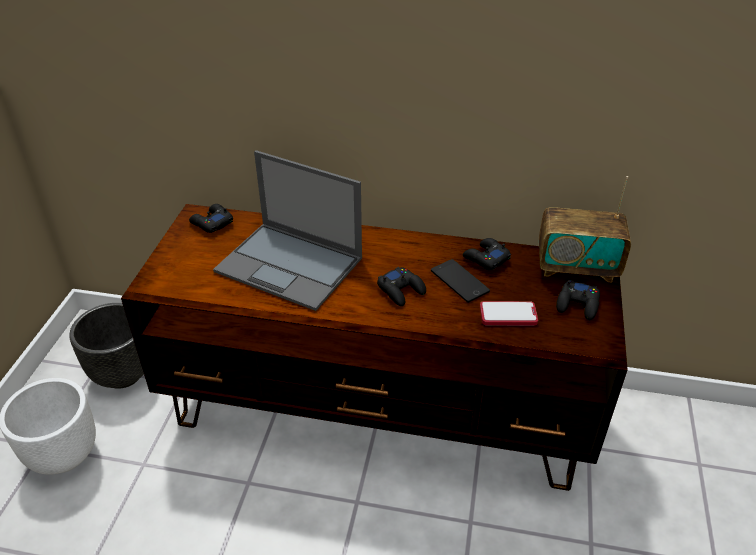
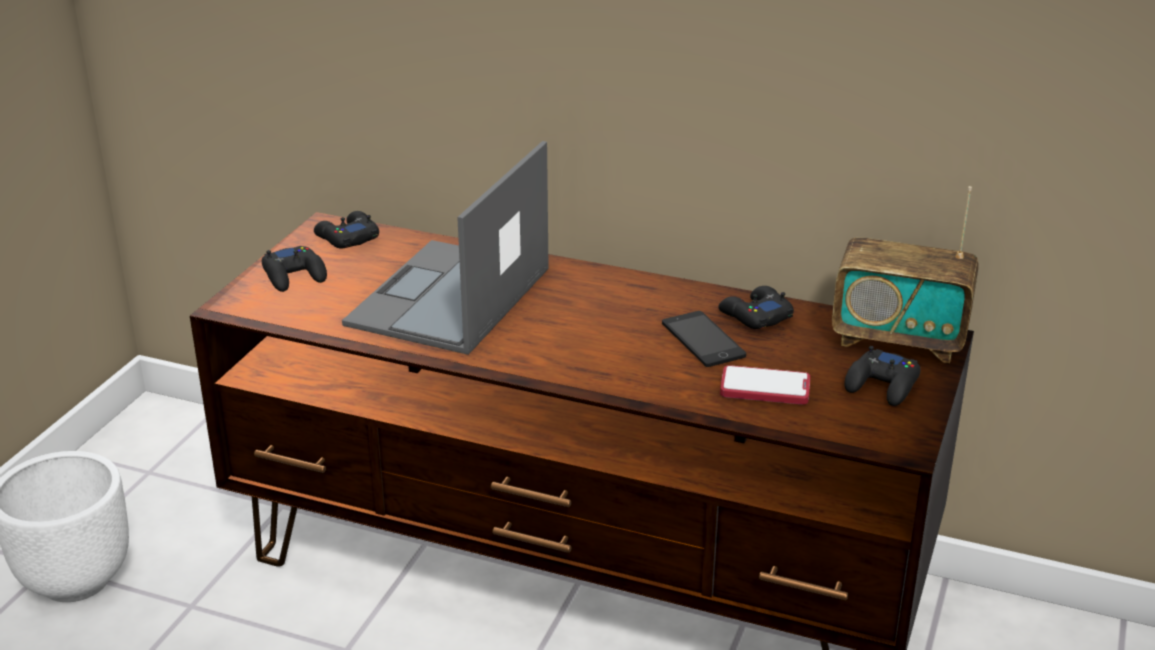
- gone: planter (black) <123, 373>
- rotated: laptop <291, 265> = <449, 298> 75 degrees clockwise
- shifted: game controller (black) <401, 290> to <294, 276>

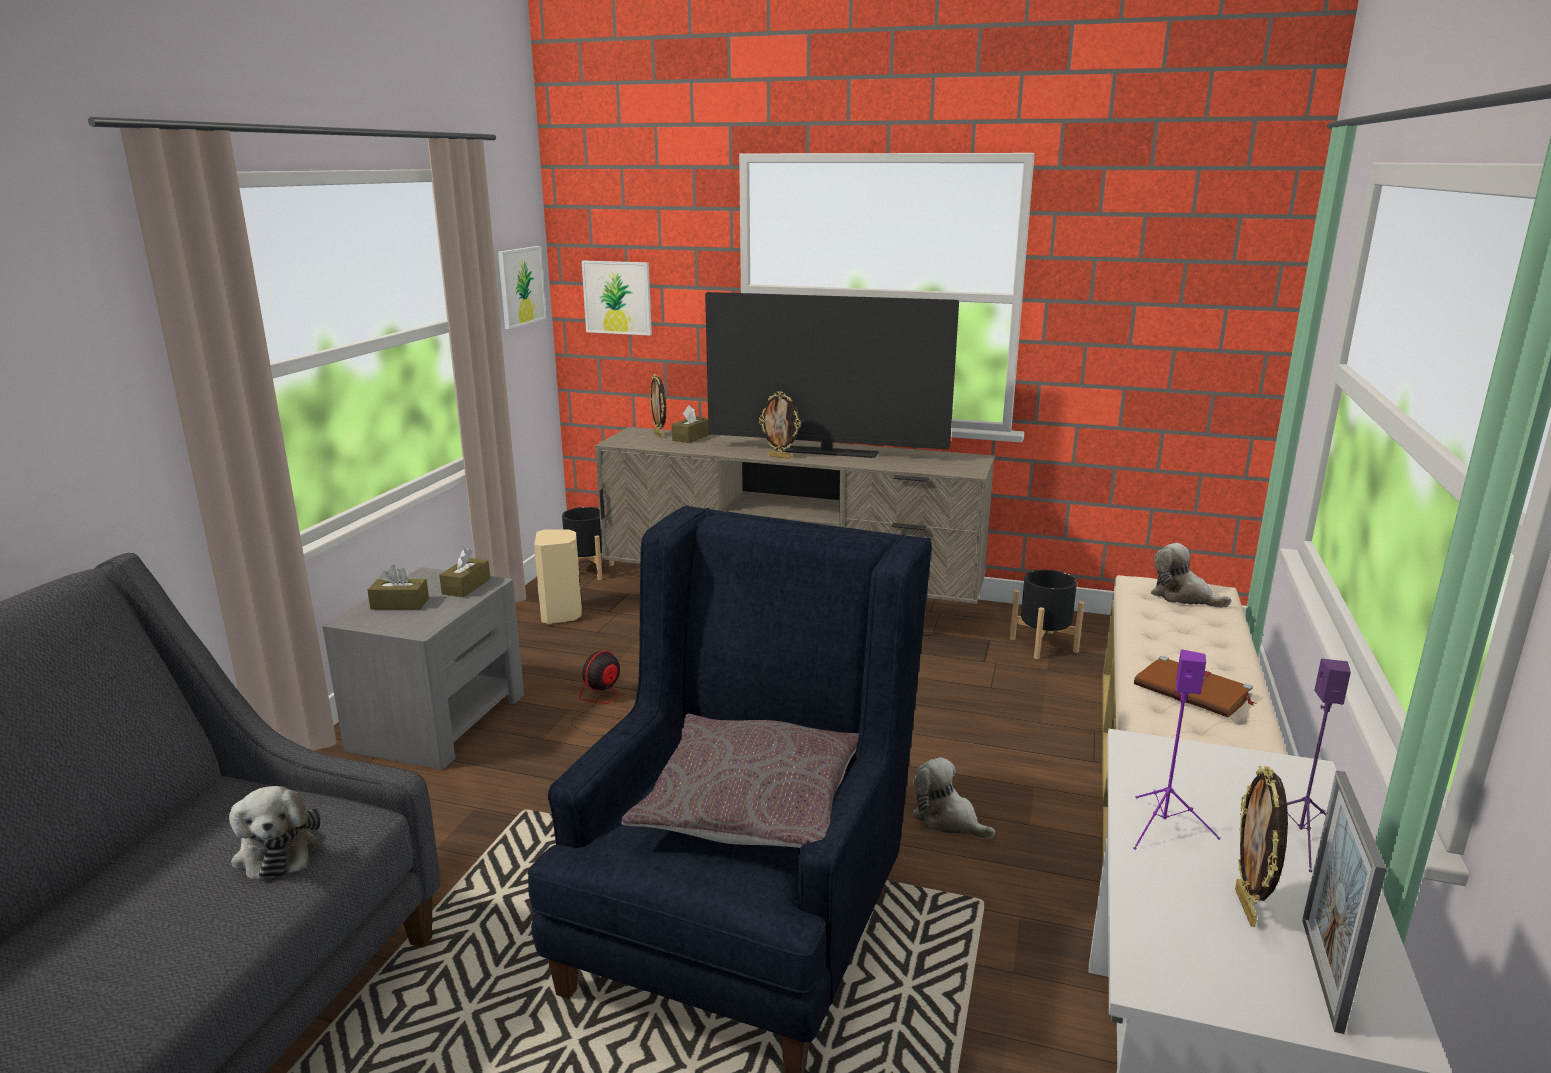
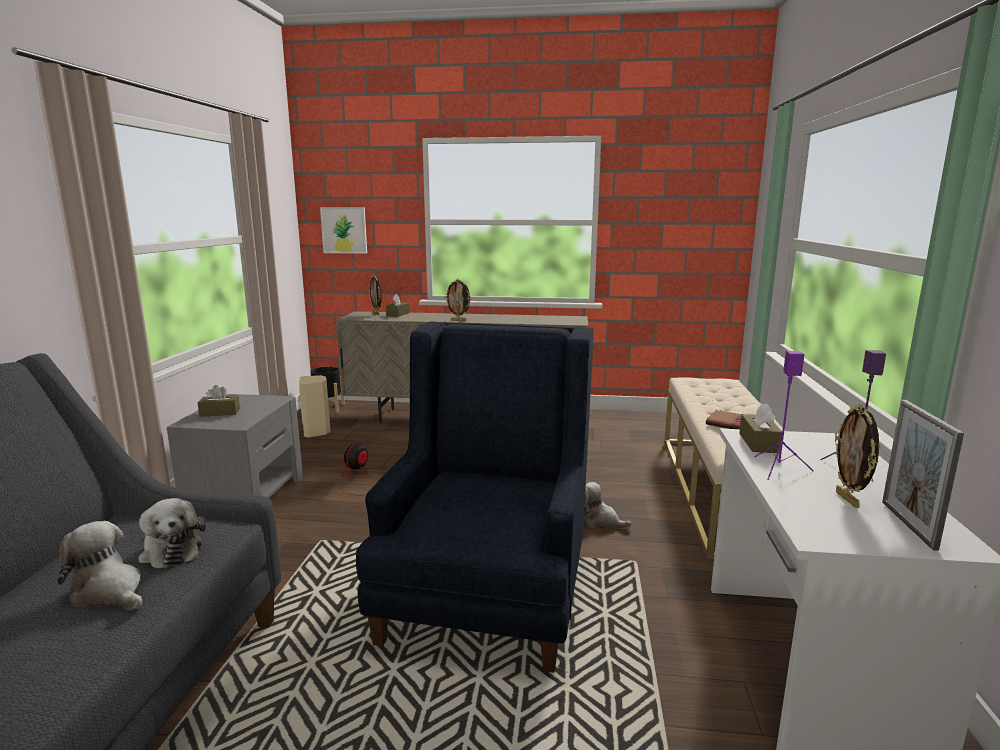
- shifted: tissue box (brown) <466, 586> to <759, 443>
- gone: picture <521, 286>
- gone: pillow (grey) <751, 803>
- gone: television <826, 452>
- gone: planter (black) <1043, 645>
- shifted: plush toy <1183, 597> to <109, 592>

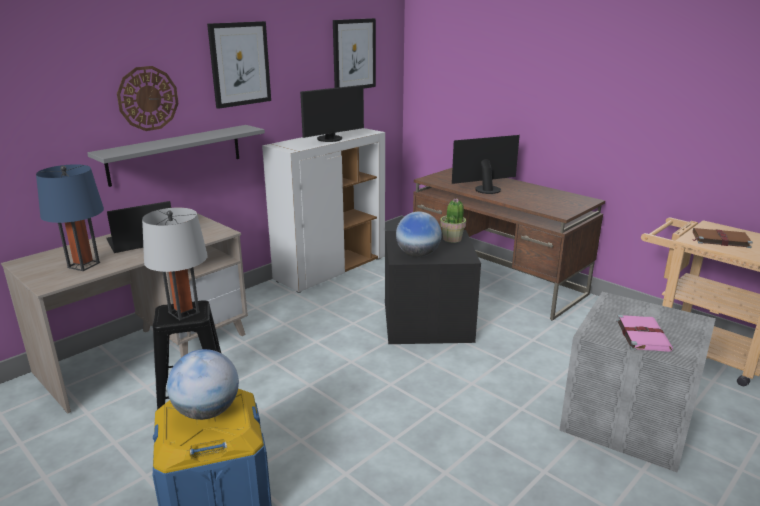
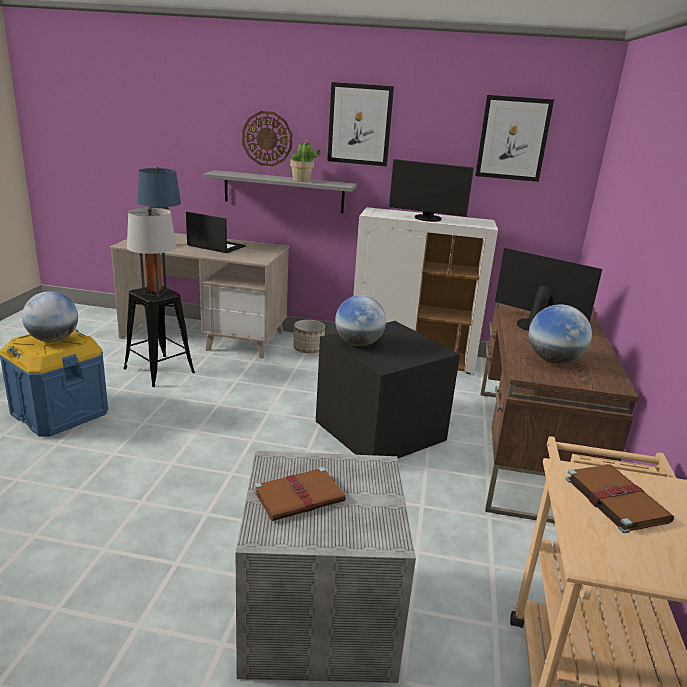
- shifted: potted plant <452, 239> to <301, 180>
- repainted: book (pink) <642, 335> to book (brown) <300, 496>
- new: planter <308, 349>
- new: globe <553, 361>

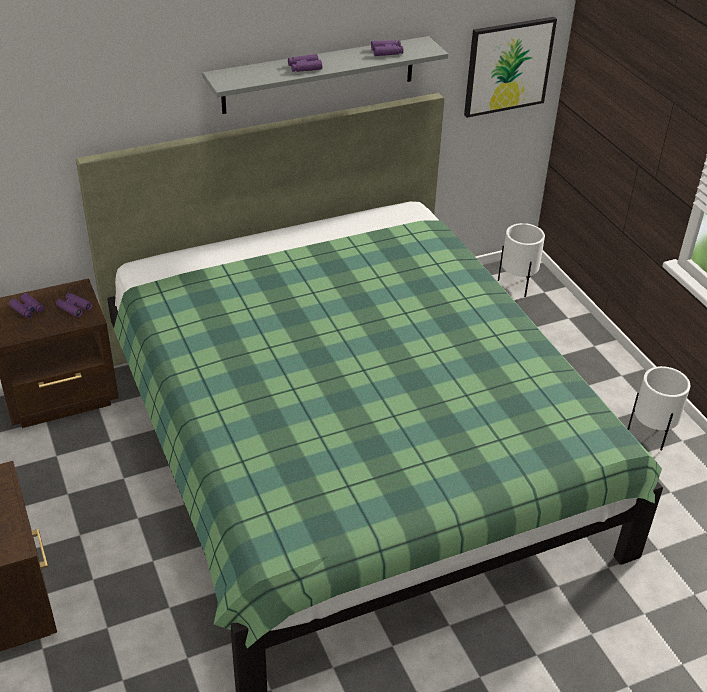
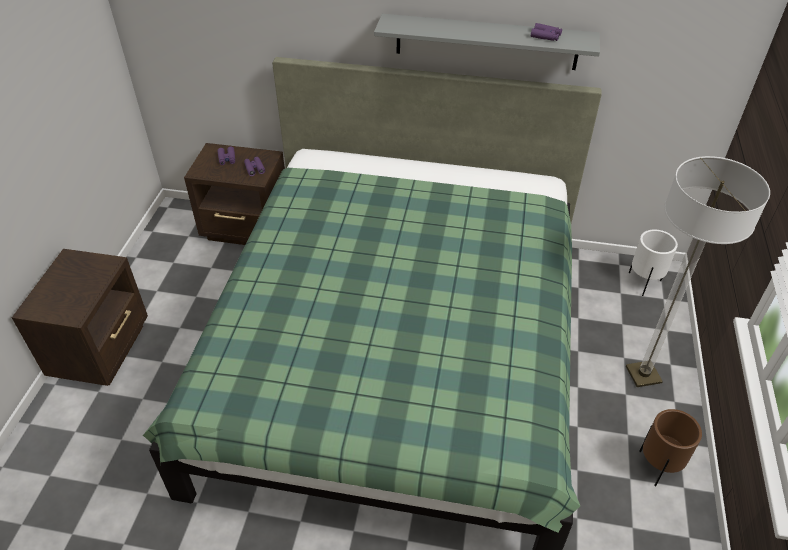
- gone: binoculars (purple) <304, 67>
- gone: picture <508, 66>
- repainted: planter (white) <651, 434> to planter (brown) <658, 467>
- new: floor lamp <643, 375>

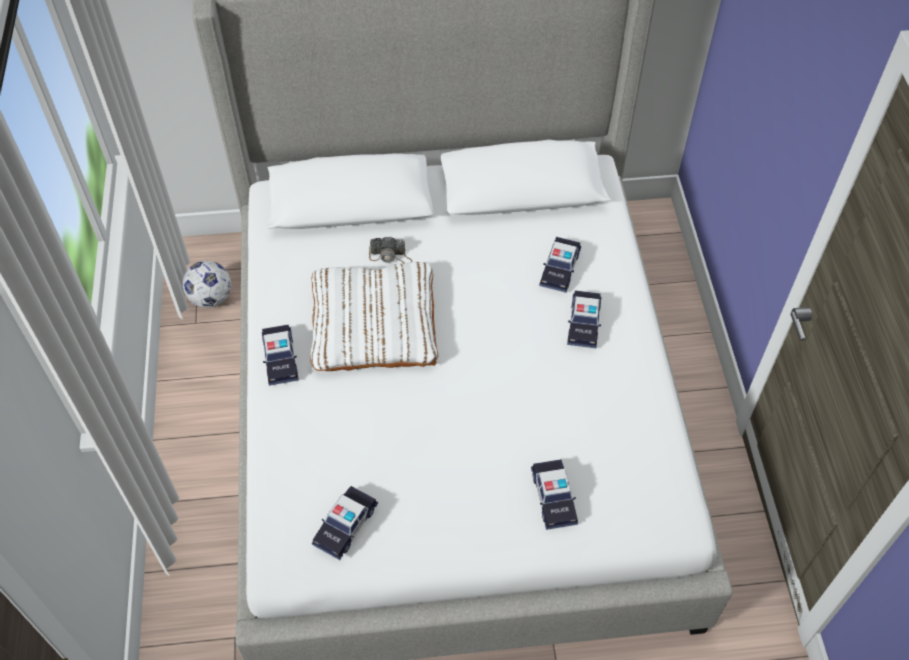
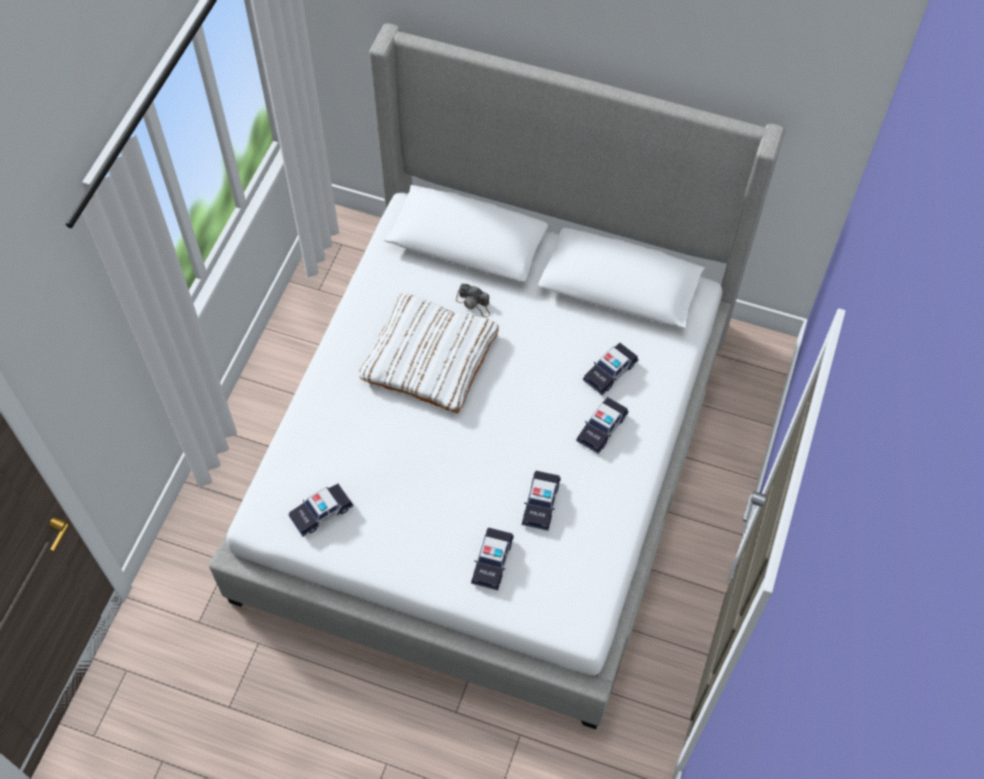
- gone: football <211, 298>
- shifted: toy car <280, 359> to <541, 503>

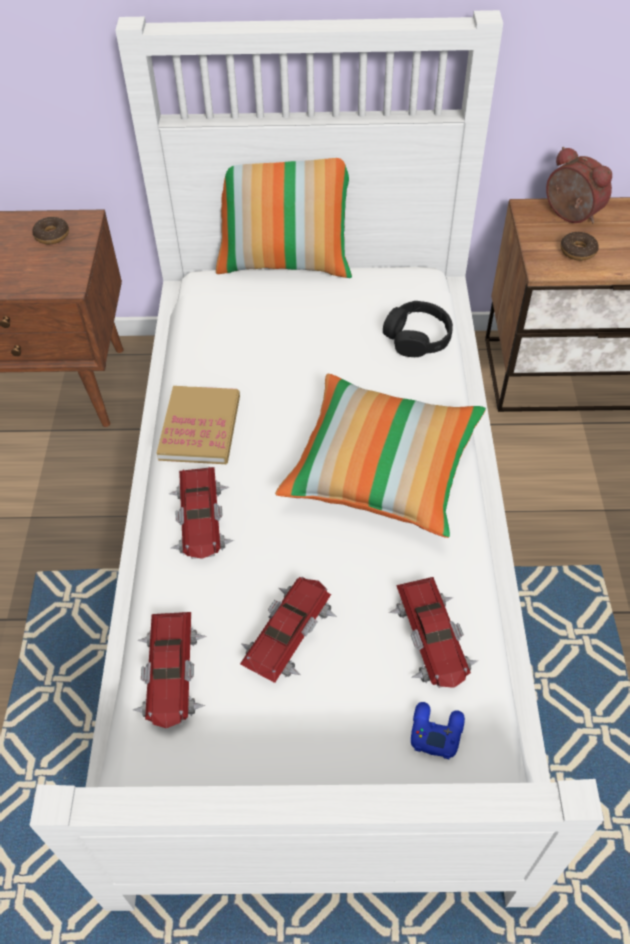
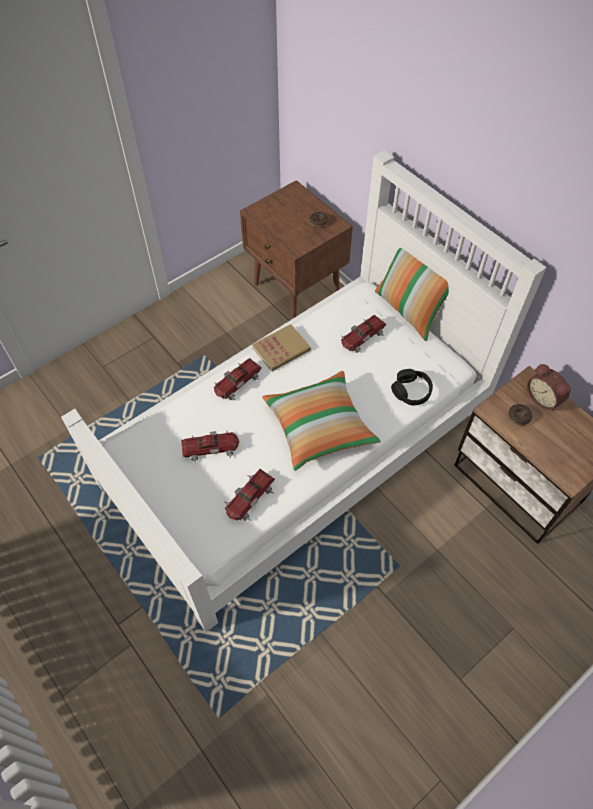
- shifted: toy car <172, 674> to <362, 337>
- gone: game controller (blue) <435, 731>
- rotated: alarm clock <569, 216> = <544, 398> 135 degrees clockwise

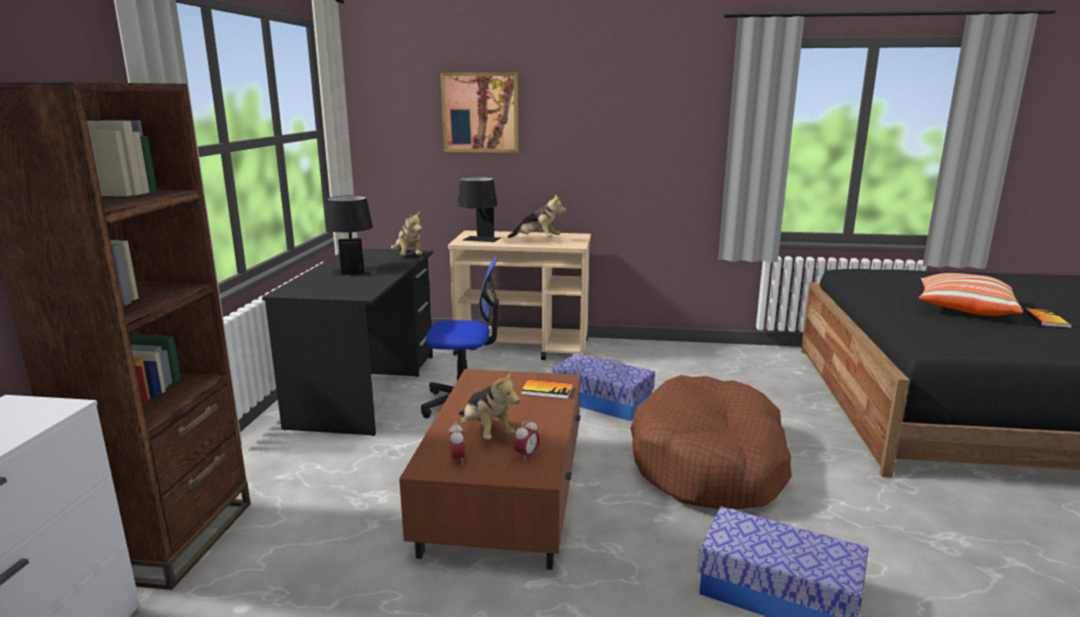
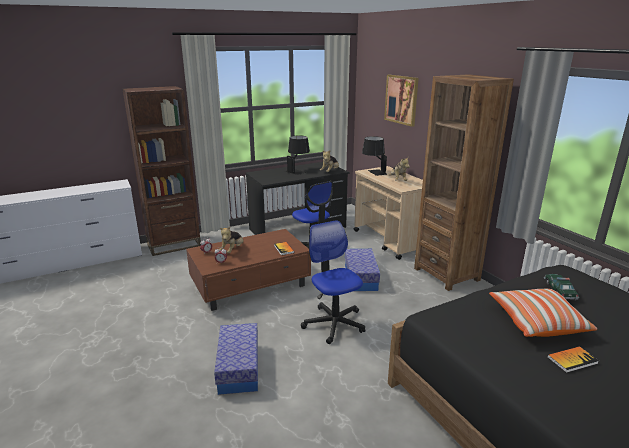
- swapped: dog bed (brown) <709, 463> to office chair <334, 323>
- new: bookcase (brown) <446, 274>
- new: toy car <559, 290>

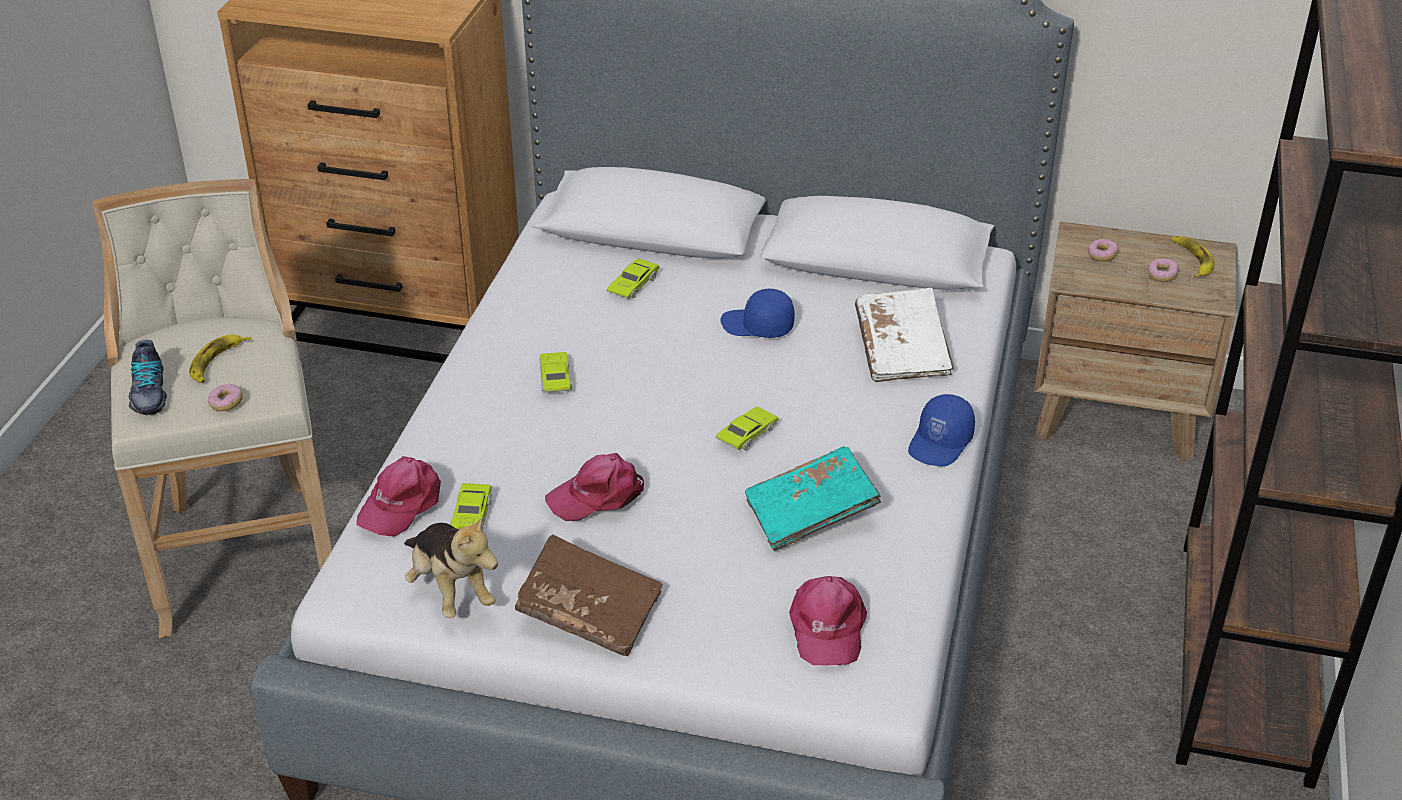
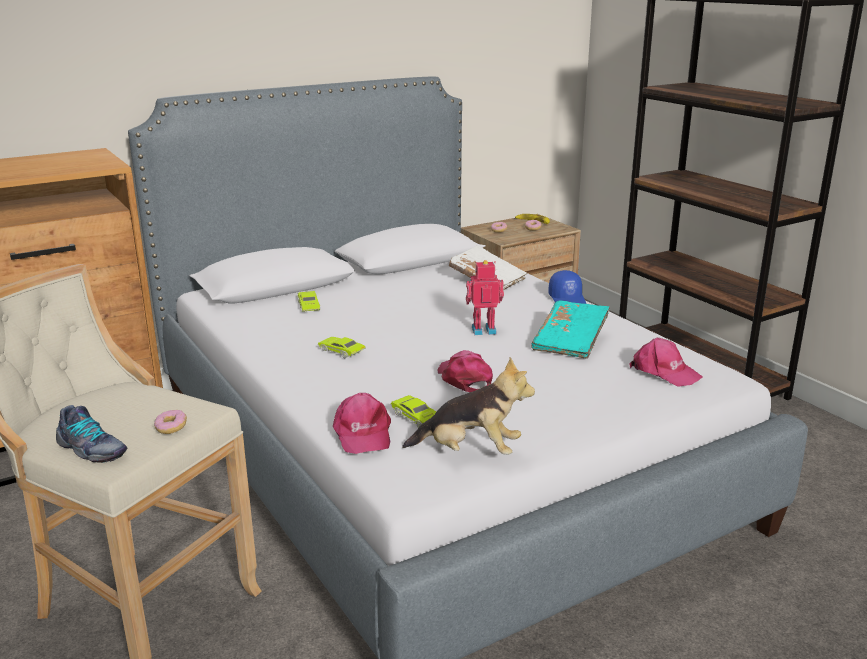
- gone: banana <217, 362>
- gone: book (brown) <589, 612>
- rotated: cap (pink) <597, 495> = <465, 378> 135 degrees clockwise
- swapped: toy car (green) <747, 434> to toy robot <483, 329>
- gone: cap (blue) <757, 326>

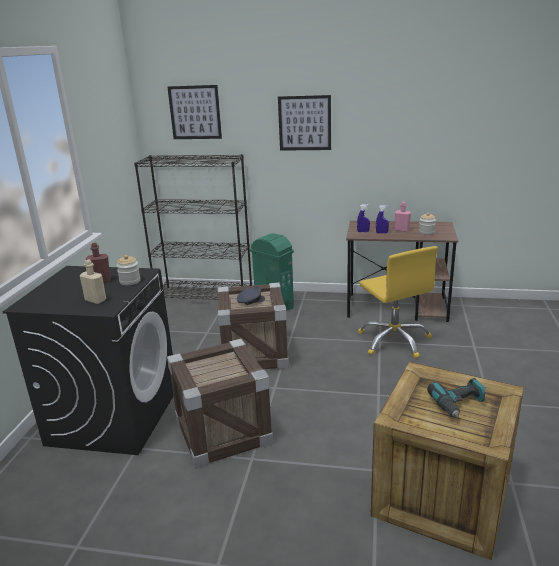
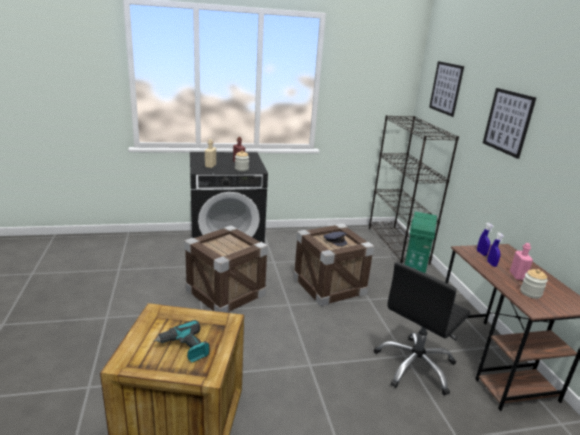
- repainted: office chair (yellow) <394, 340> to office chair (black) <415, 366>

